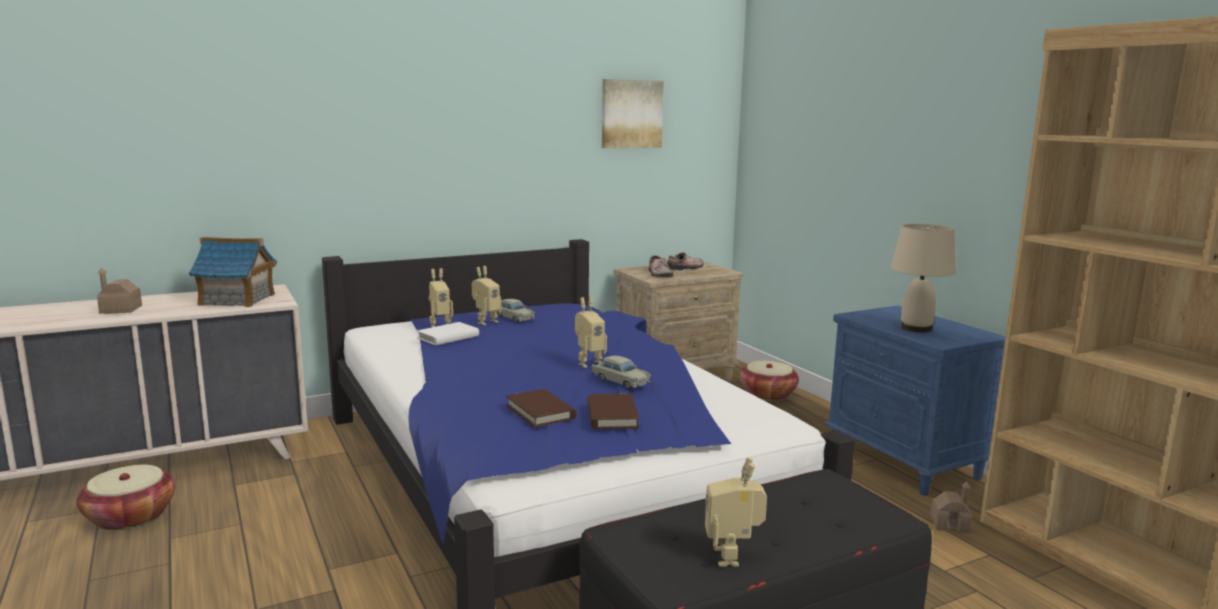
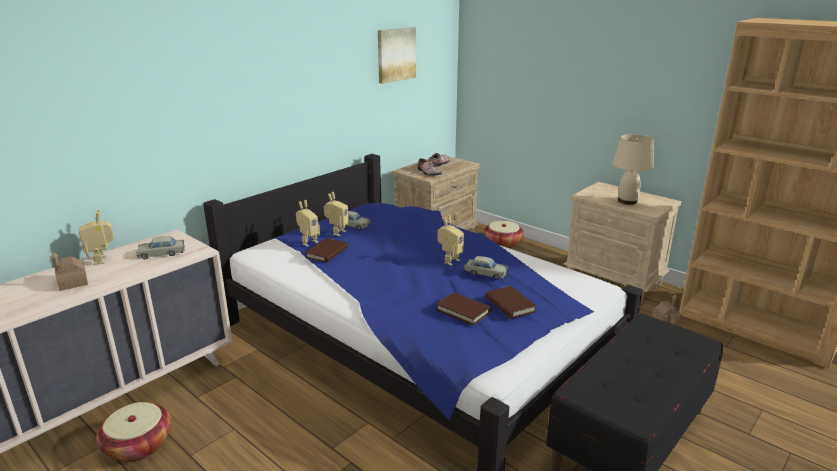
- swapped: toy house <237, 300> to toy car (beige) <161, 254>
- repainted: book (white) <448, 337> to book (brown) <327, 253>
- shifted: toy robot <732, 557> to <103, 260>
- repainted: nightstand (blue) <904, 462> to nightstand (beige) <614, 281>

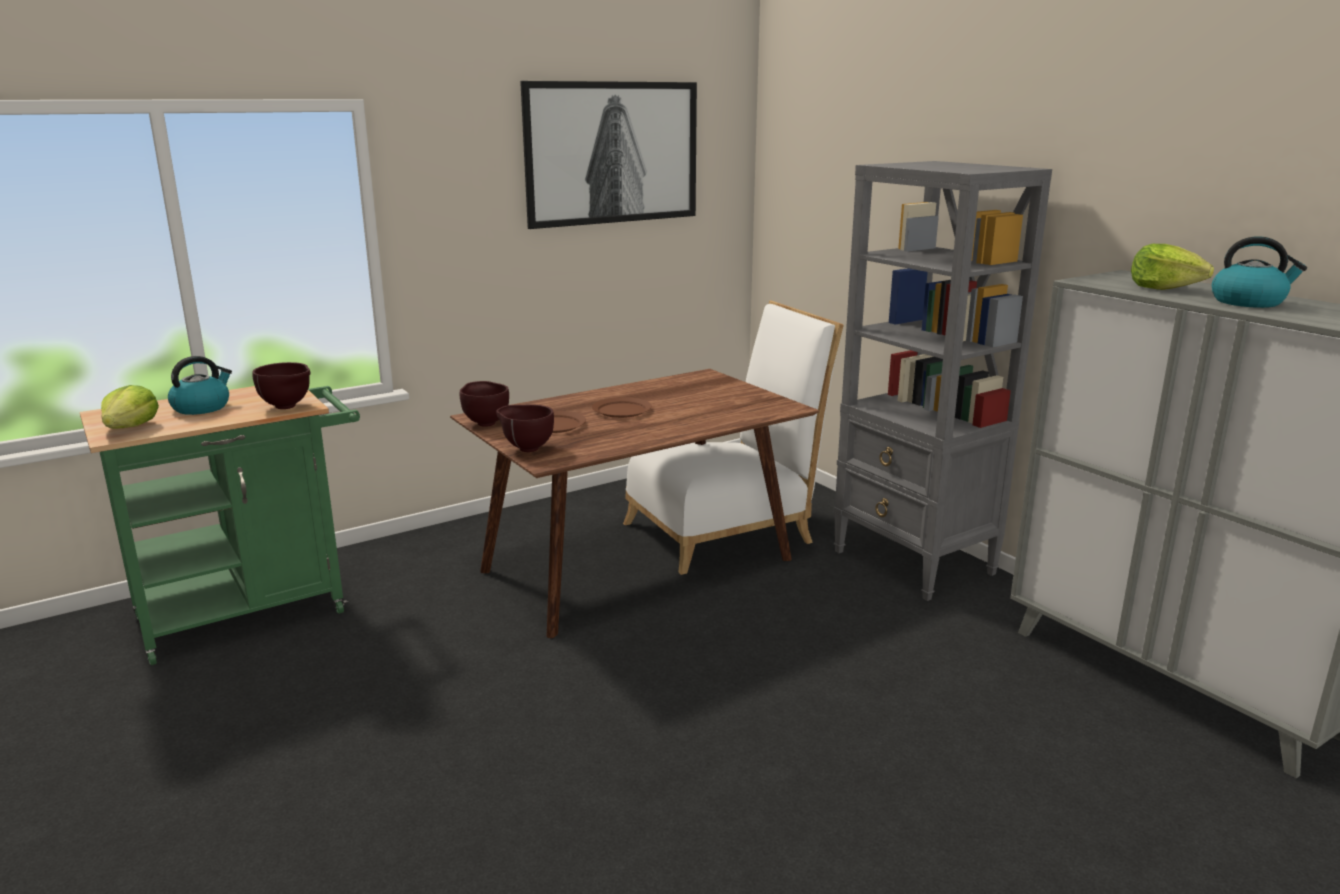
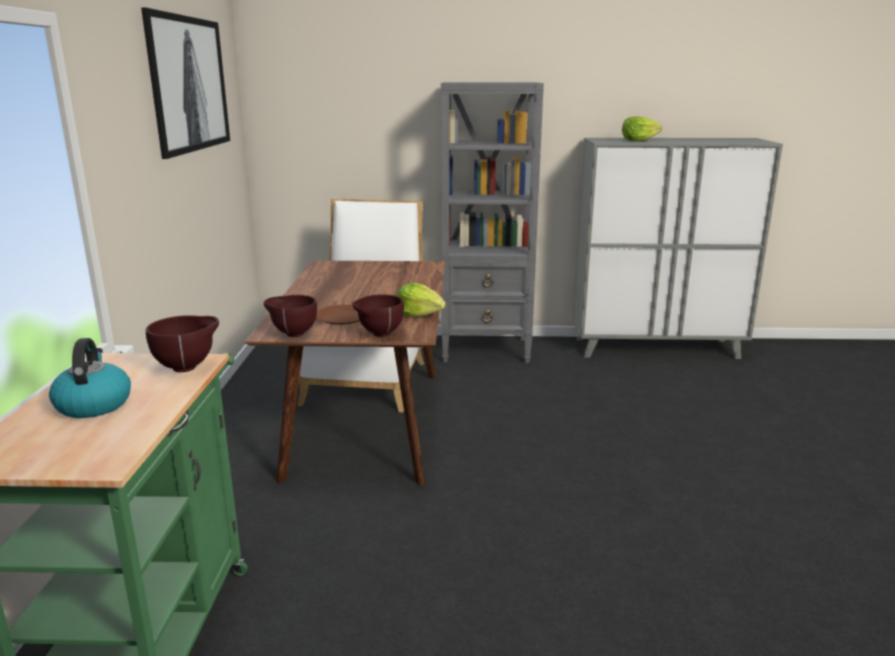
- shifted: lettuce <131, 428> to <419, 314>
- gone: plate (brown) <622, 410>
- gone: kettle <1249, 302>

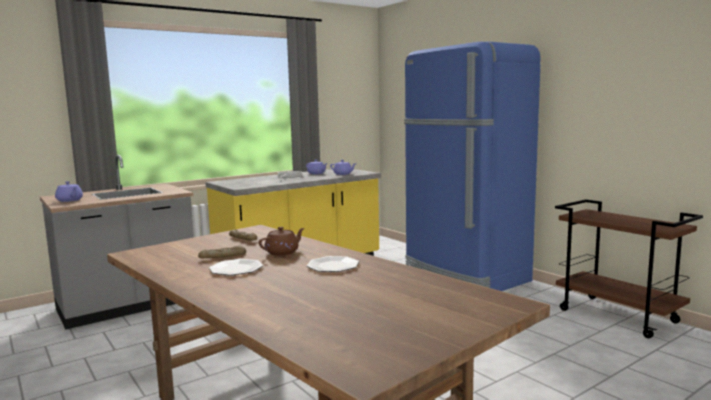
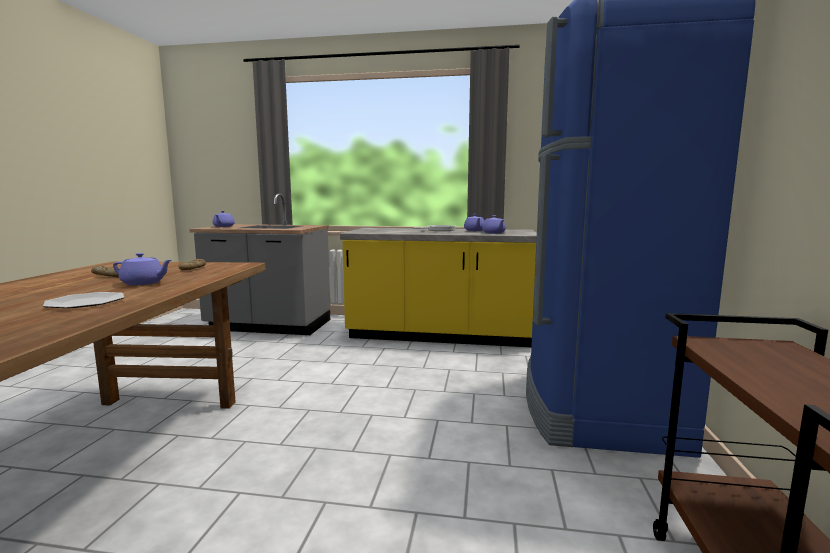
- gone: plate <236, 269>
- repainted: teapot (brown) <282, 252> to teapot (purple) <144, 283>

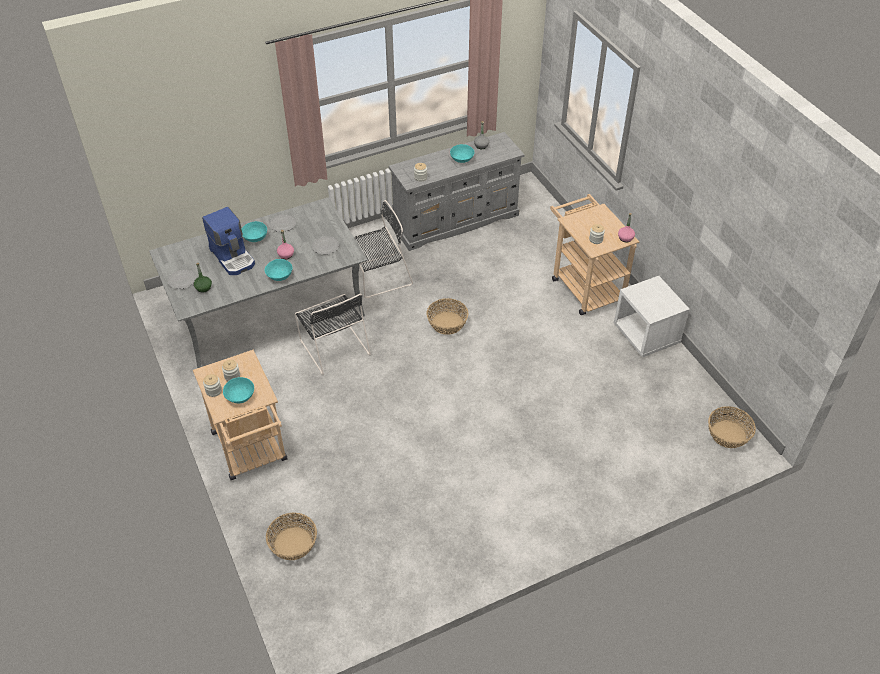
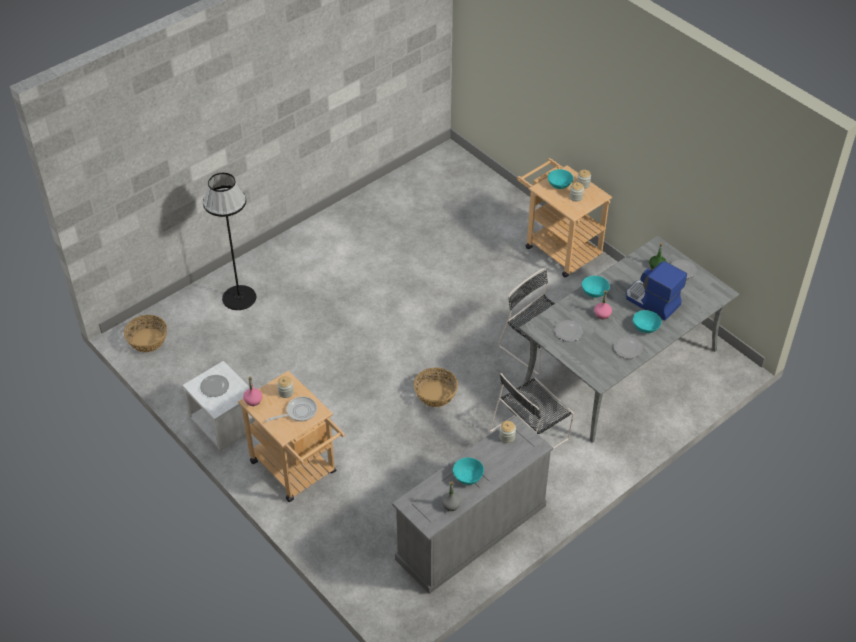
- gone: basket <293, 544>
- new: plate <215, 387>
- new: floor lamp (black) <239, 298>
- new: frying pan <298, 412>

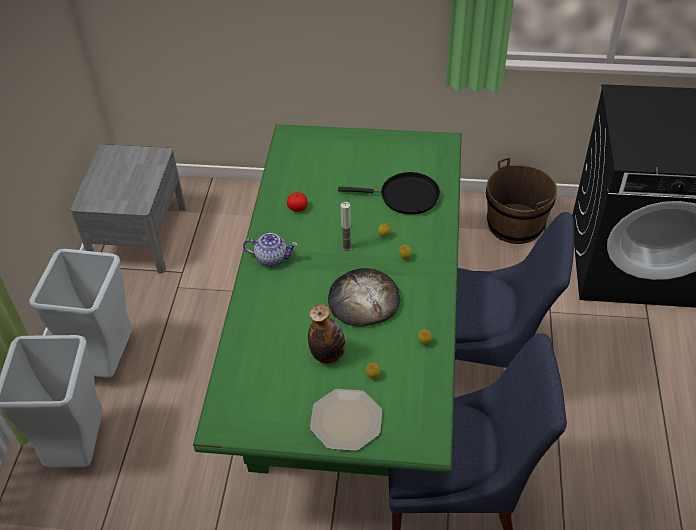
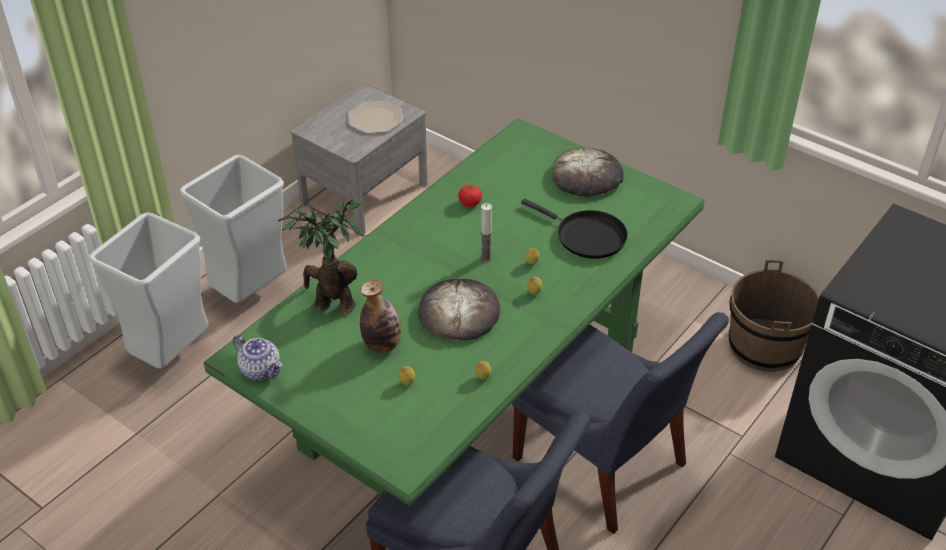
- shifted: teapot <272, 258> to <261, 370>
- shifted: plate <346, 420> to <376, 118>
- new: potted plant <330, 303>
- new: bread <587, 176>

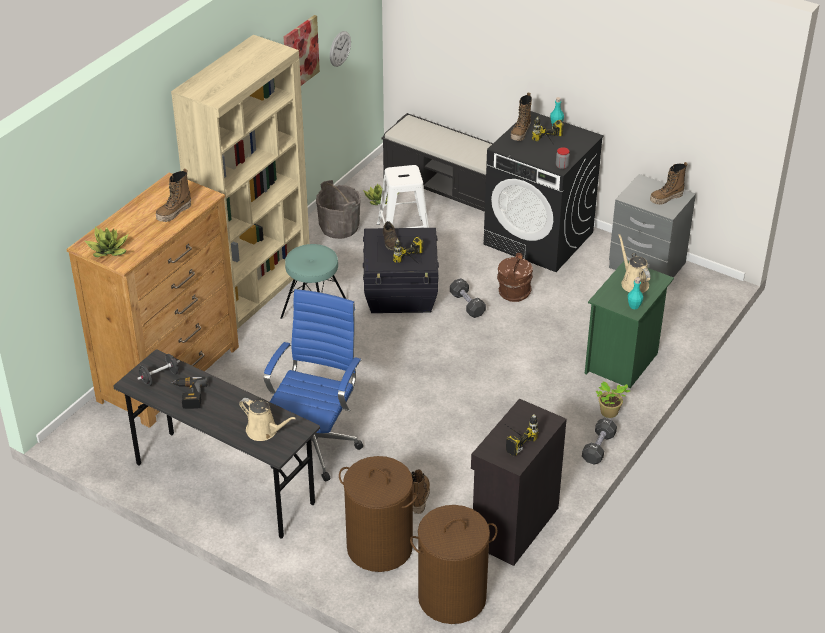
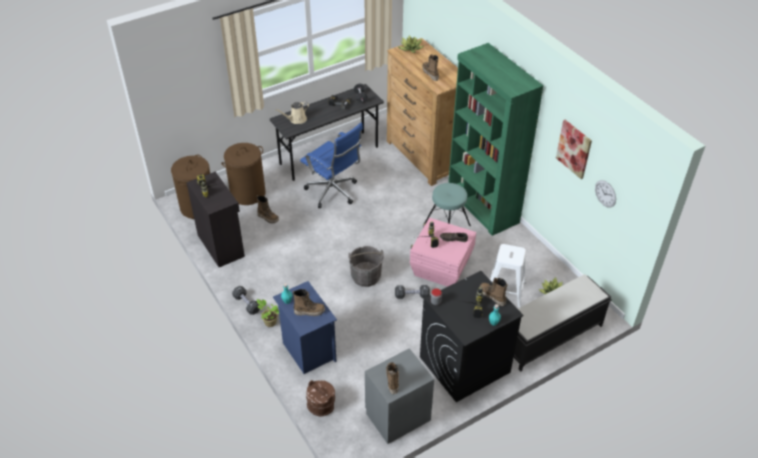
- repainted: bookcase (beige) <255, 288> to bookcase (green) <482, 206>
- shifted: bucket (grey) <339, 227> to <366, 276>
- repainted: storage box (black) <401, 294> to storage box (pink) <440, 268>
- shifted: bucket (brown) <513, 292> to <321, 406>
- repainted: nightstand (green) <623, 362> to nightstand (blue) <307, 350>
- swapped: watering can (beige) <633, 283> to boot <309, 311>

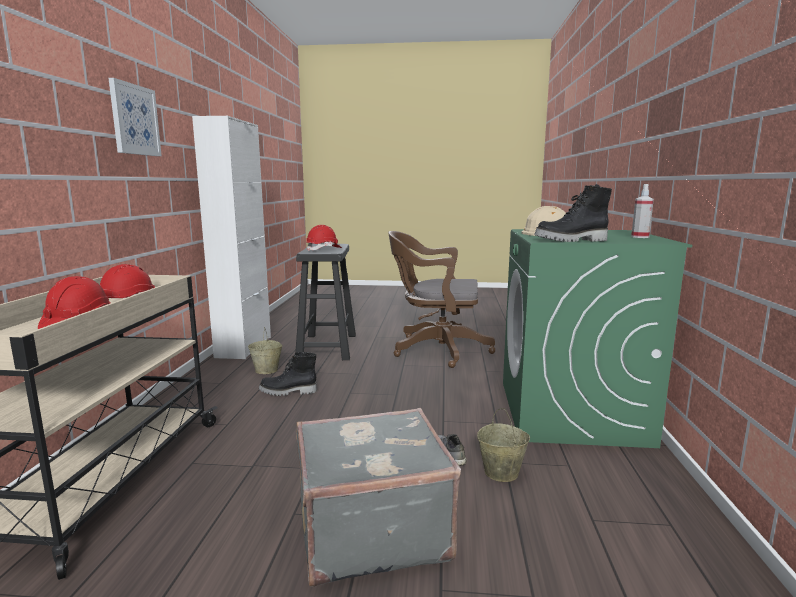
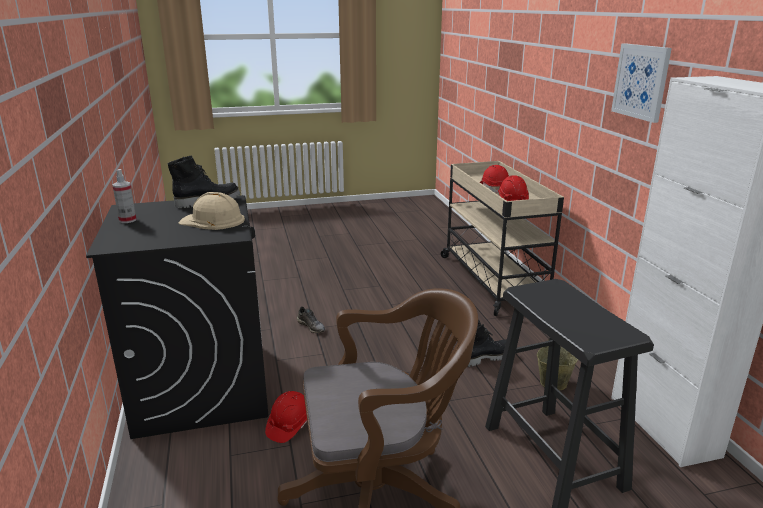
- gone: suitcase (grey) <370, 529>
- shifted: hard hat (red) <324, 249> to <289, 425>
- gone: bucket (beige) <500, 472>
- repainted: washing machine (green) <571, 413> to washing machine (black) <201, 386>

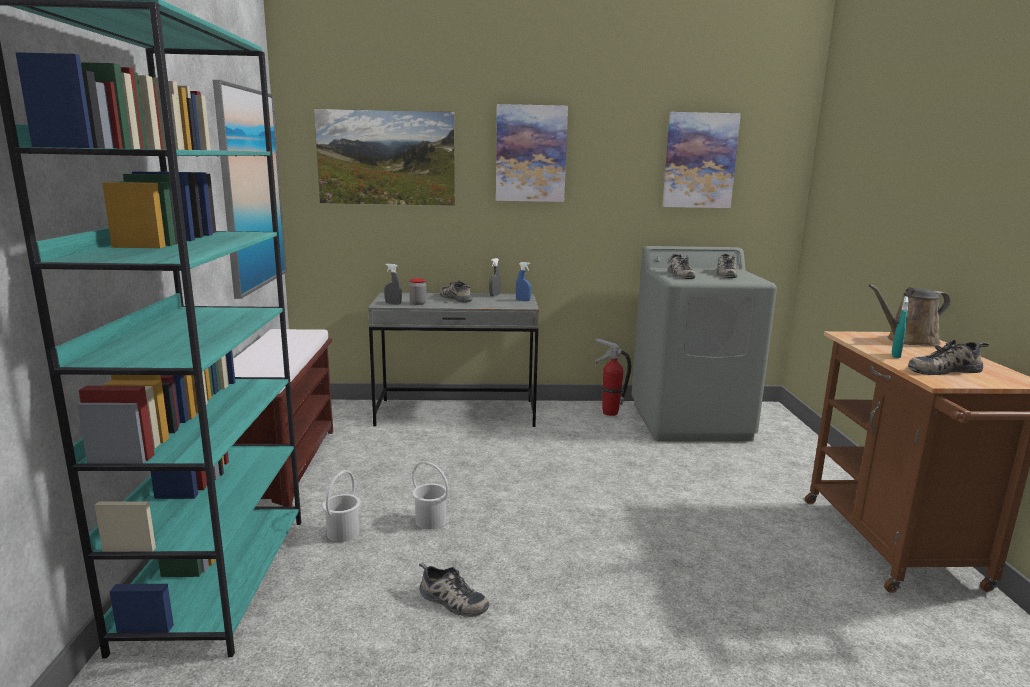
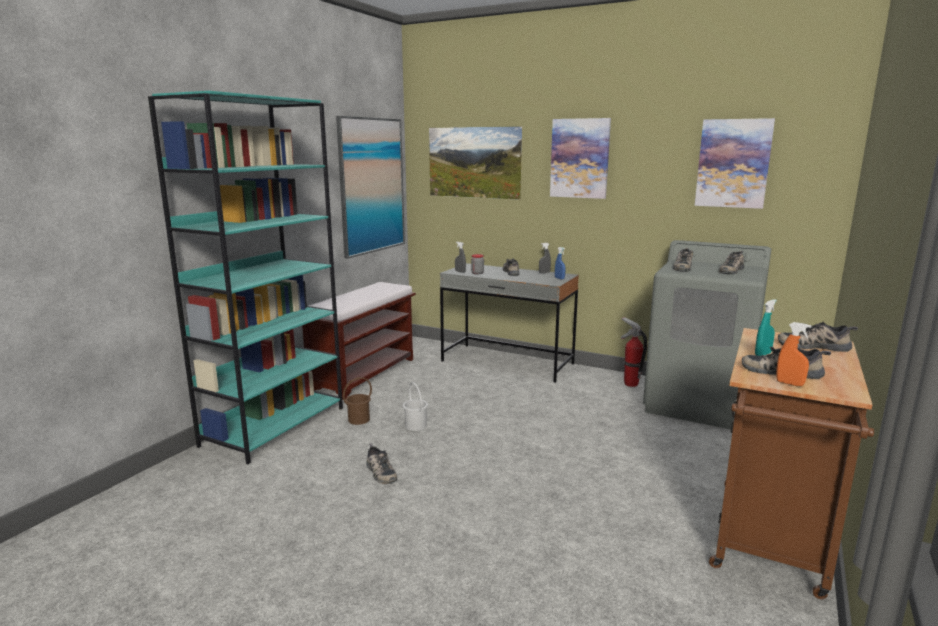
- repainted: bucket (white) <342, 533> to bucket (brown) <358, 419>
- swapped: watering can (brown) <908, 340> to shoe <814, 346>
- new: spray bottle (orange) <789, 383>

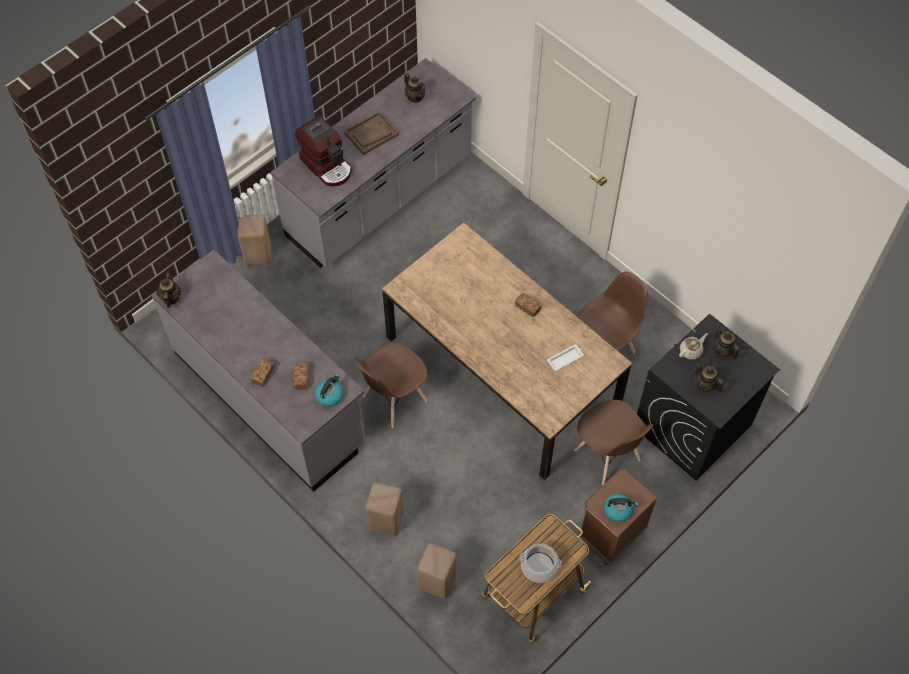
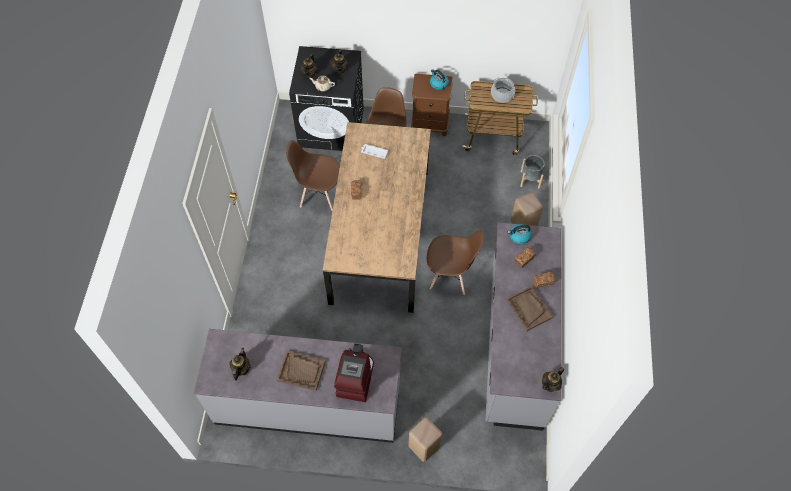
- swapped: stool (beige) <436, 582> to planter (grey) <530, 179>
- new: tray (brown) <529, 309>

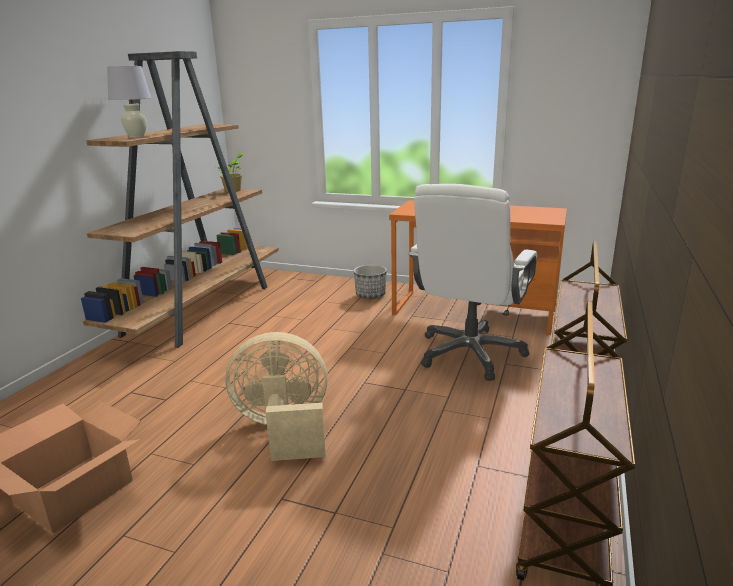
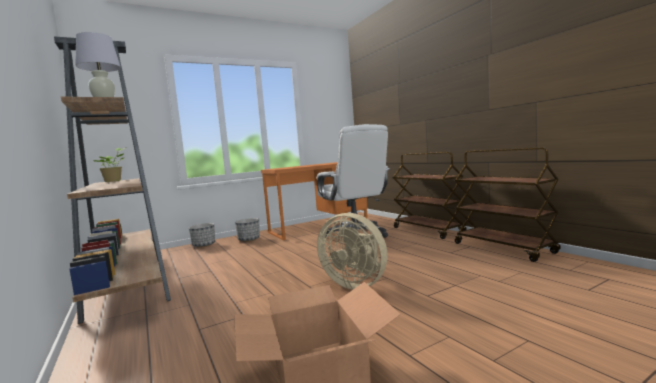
- rotated: fan (beige) <284, 429> = <356, 283> 90 degrees counterclockwise
- new: planter <203, 245>

